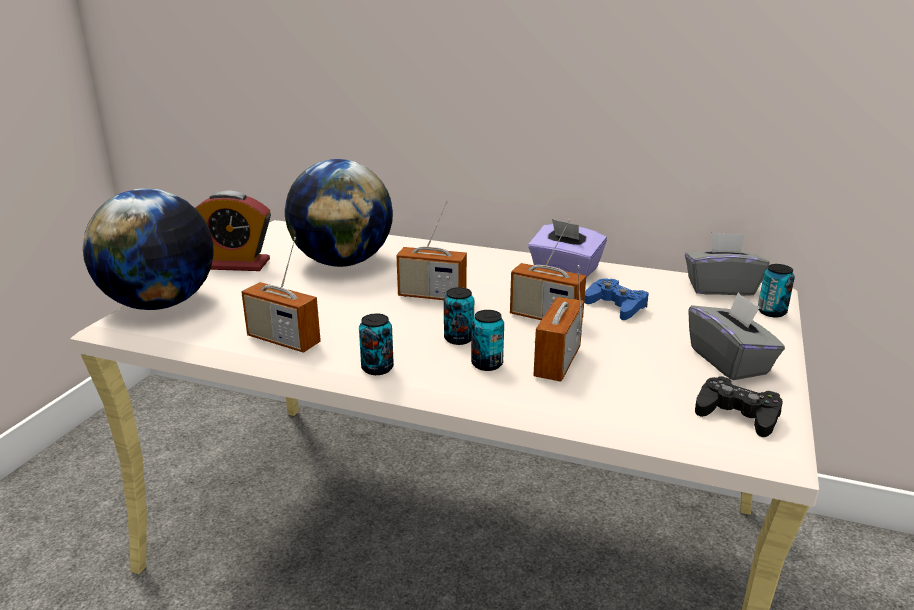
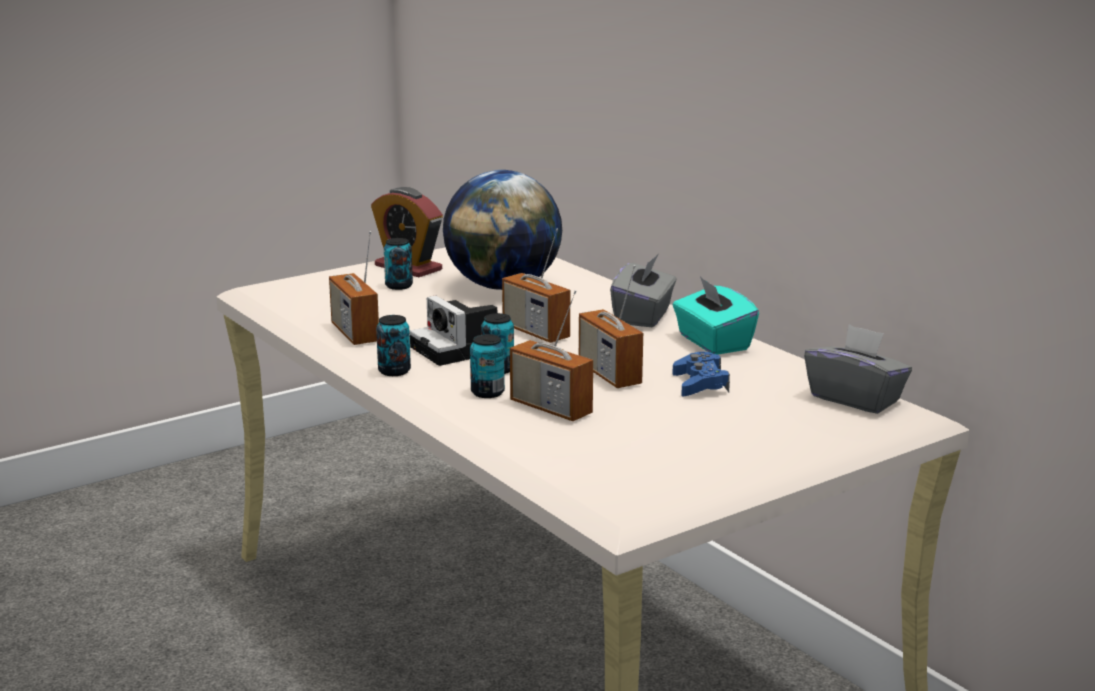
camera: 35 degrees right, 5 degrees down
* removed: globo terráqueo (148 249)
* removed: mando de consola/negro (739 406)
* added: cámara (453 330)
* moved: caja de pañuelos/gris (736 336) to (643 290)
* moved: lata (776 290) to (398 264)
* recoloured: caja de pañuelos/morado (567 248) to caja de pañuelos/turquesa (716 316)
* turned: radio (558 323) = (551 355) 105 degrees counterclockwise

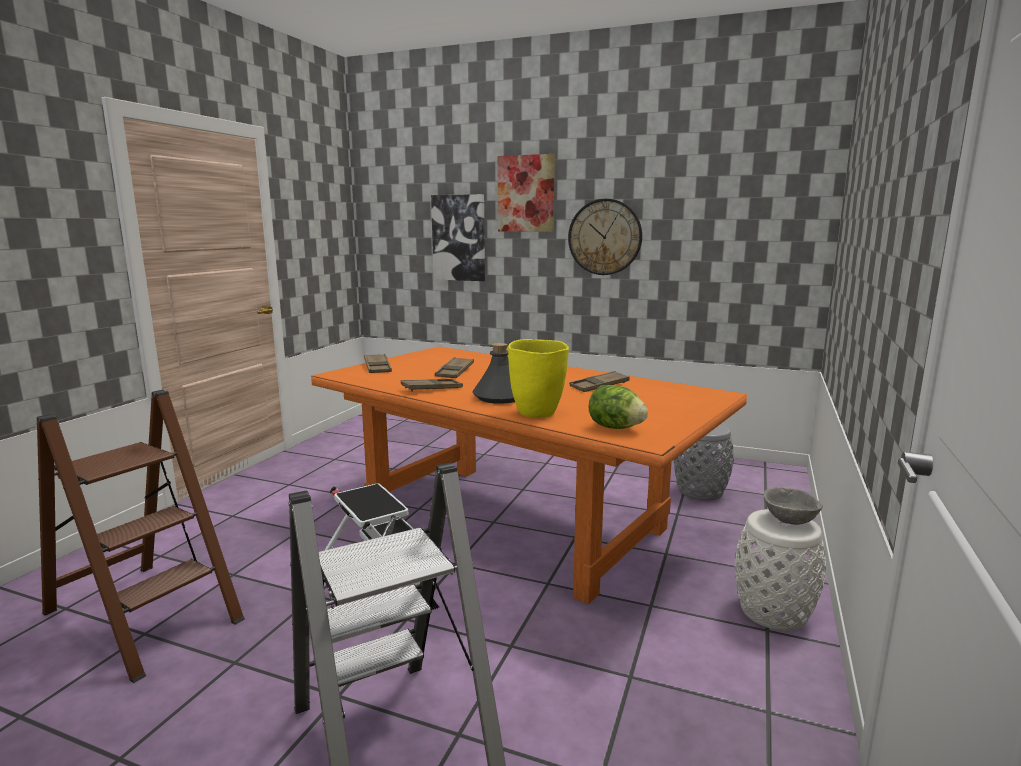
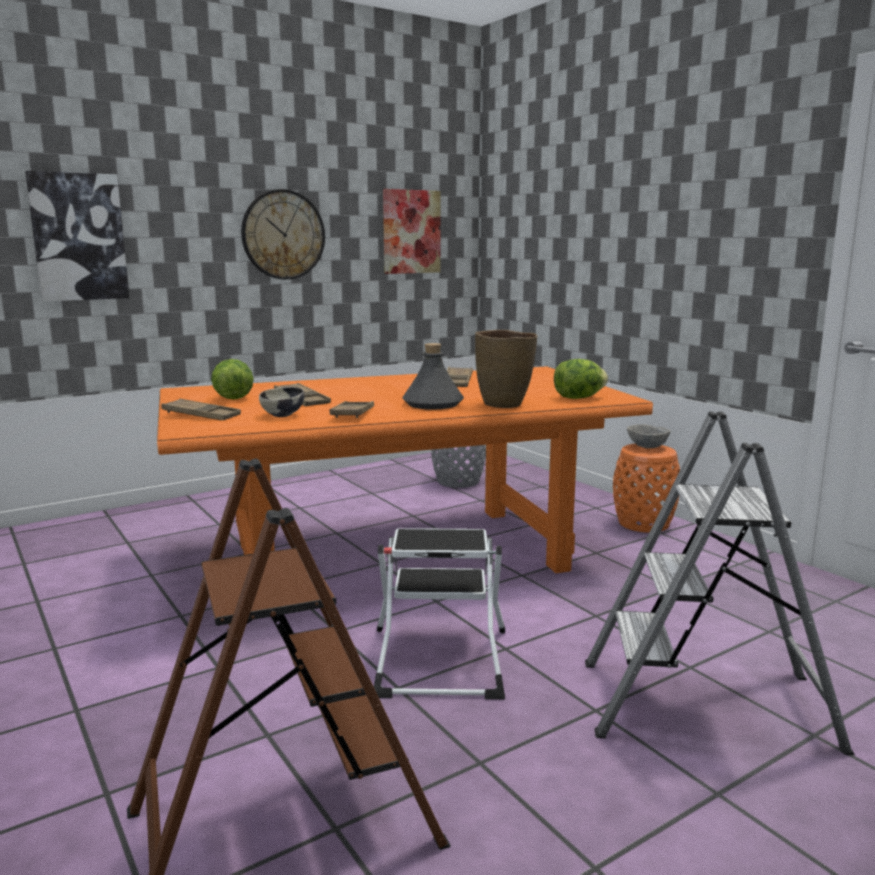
camera: 55 degrees left, 0 degrees up
* added: lechuga (232 379)
* added: cuenco (282 402)
* moved: cuadro (526 193) to (411 231)
* recoloured: florero/amarillo (538 378) to florero/marrón (506 369)
* recoloured: taburete/blanco (780 570) to taburete/naranja (646 488)

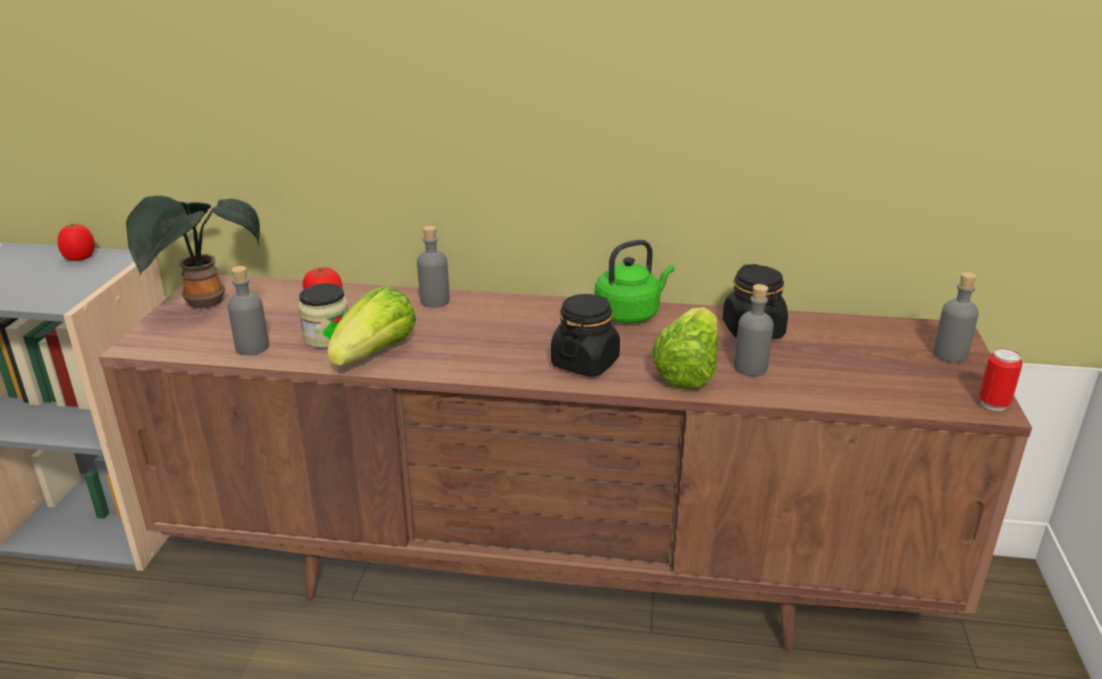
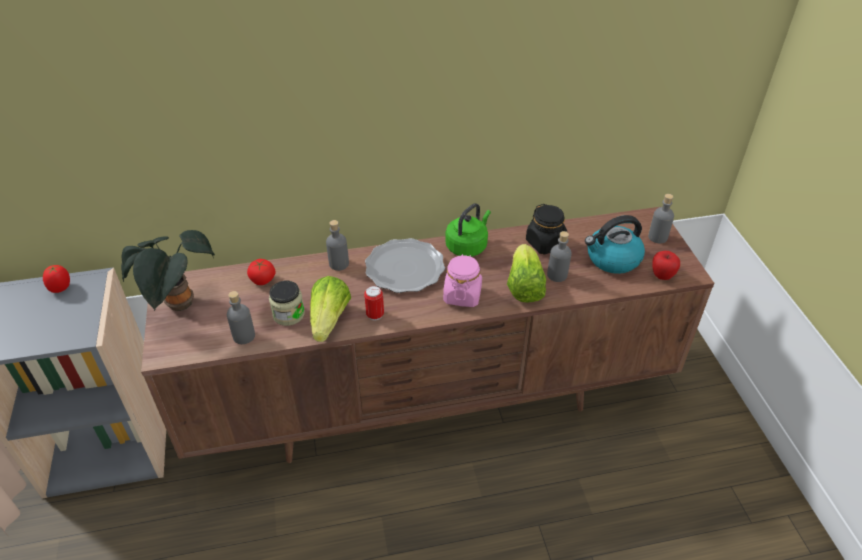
camera: 20 degrees left, 15 degrees up
* added: plato (405 265)
* added: hervidor (615 244)
* added: manzana (666 265)
* moved: lata (1001 379) to (374 303)
* recoloured: tarro/negro (585 335) to tarro/rosa (462 280)

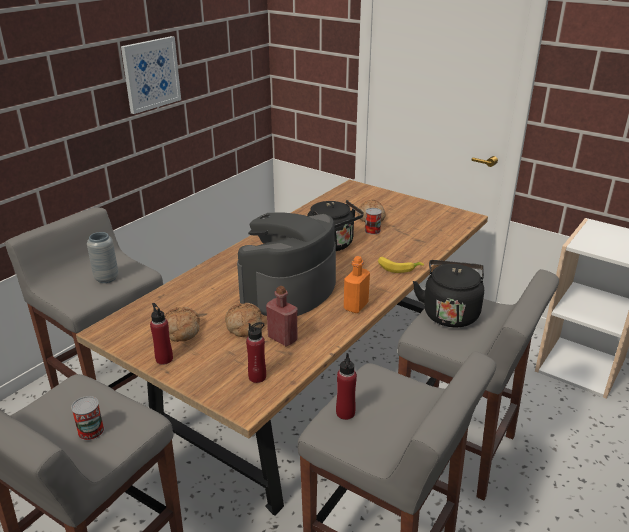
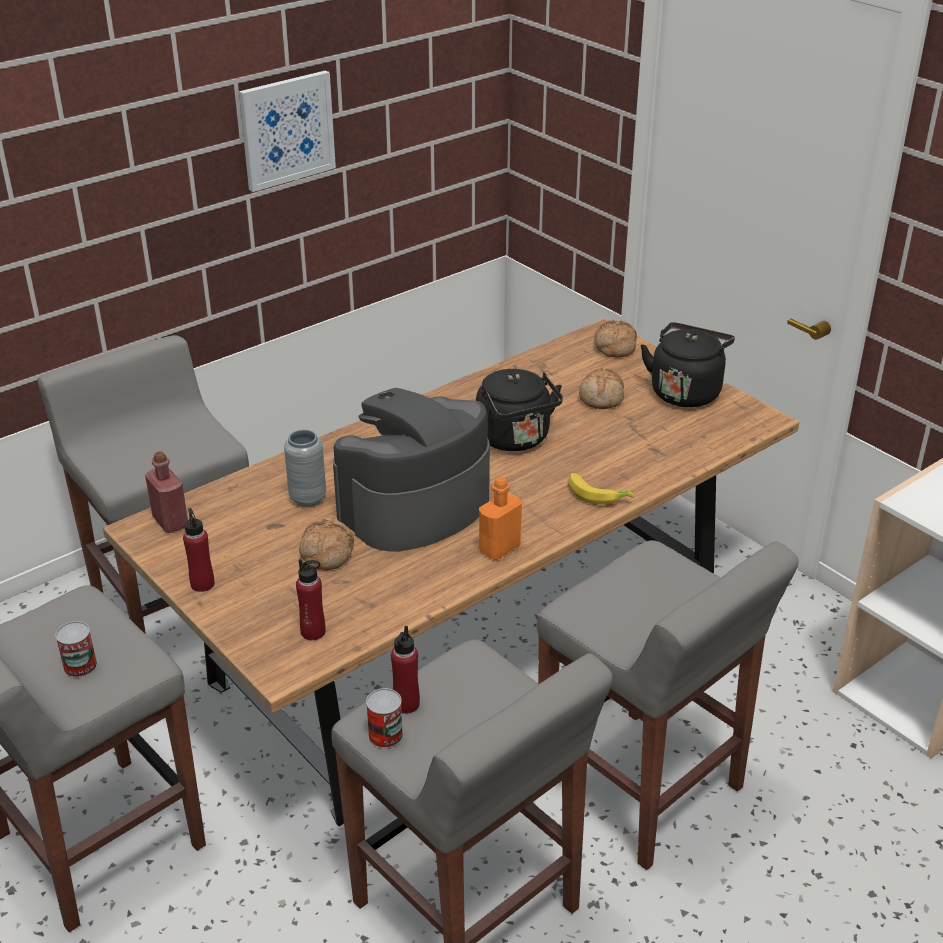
camera: 15 degrees right, 5 degrees up
* moved: florero/gris (103 257) to (305 468)
* moved: pan (182 324) to (616 339)
* moved: botella/rojo (282 316) to (166 492)
* moved: lata (373 221) to (384 718)
* moved: hervidor/negro (448 294) to (688 364)

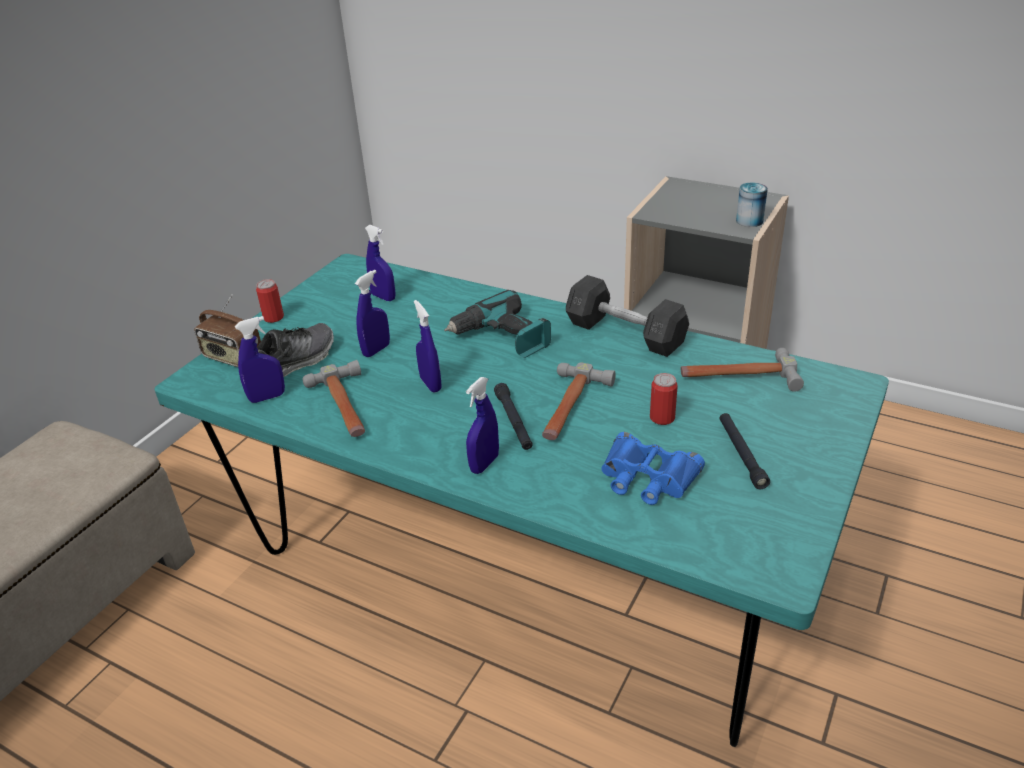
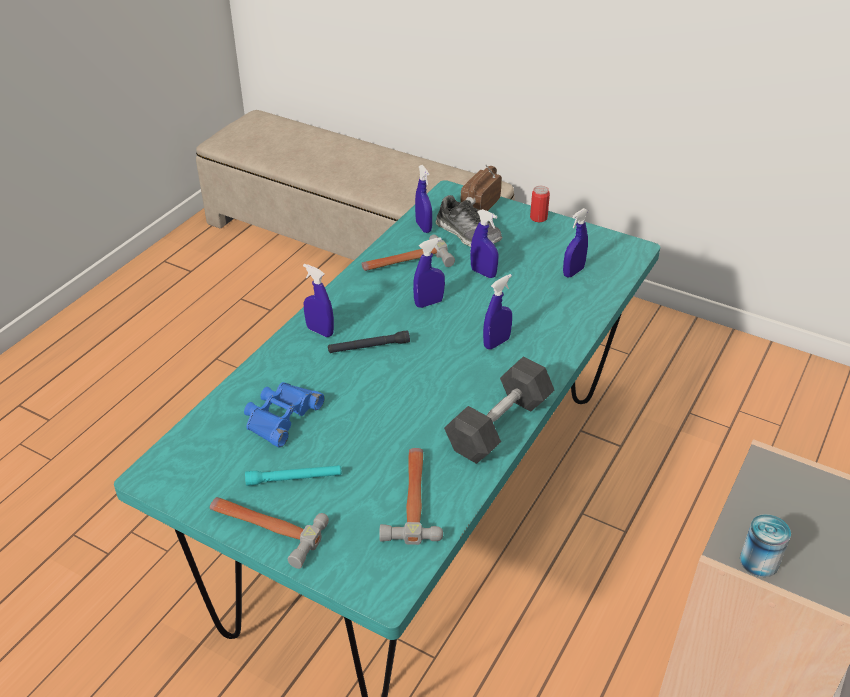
camera: 90 degrees right, 5 degrees up
* removed: lata (664 399)
* moved: martillo (578 401) to (269 533)
* replaced: taladro (497 324) to pulverizador/azul (497 311)
* recoloured: linterna/negro (744 451) to linterna/turquesa (293 475)

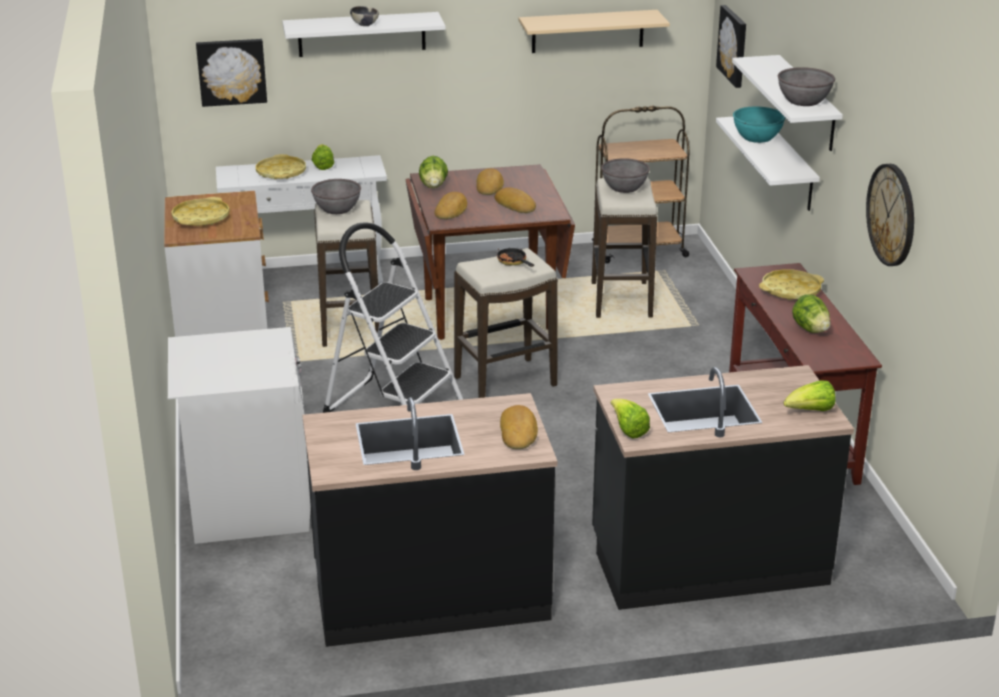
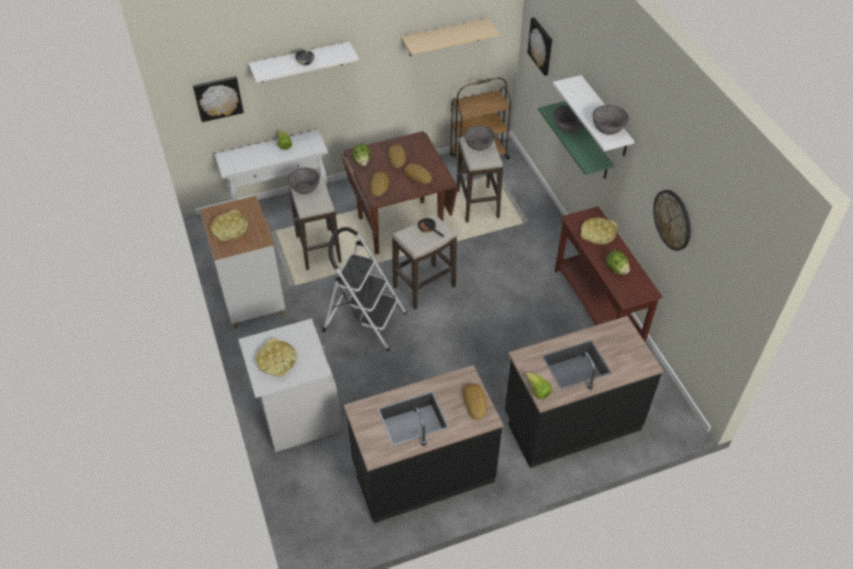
camera: 10 degrees left, 20 degrees up
* removed: lechuga (809 396)
* moved: bandeja/amarillo (281 166) to (276 357)
* recoloured: estante/blanco (768 164) to estante/verde (576 140)
* recoloured: cuenco/turquesa (759 124) to cuenco/gris (568 119)

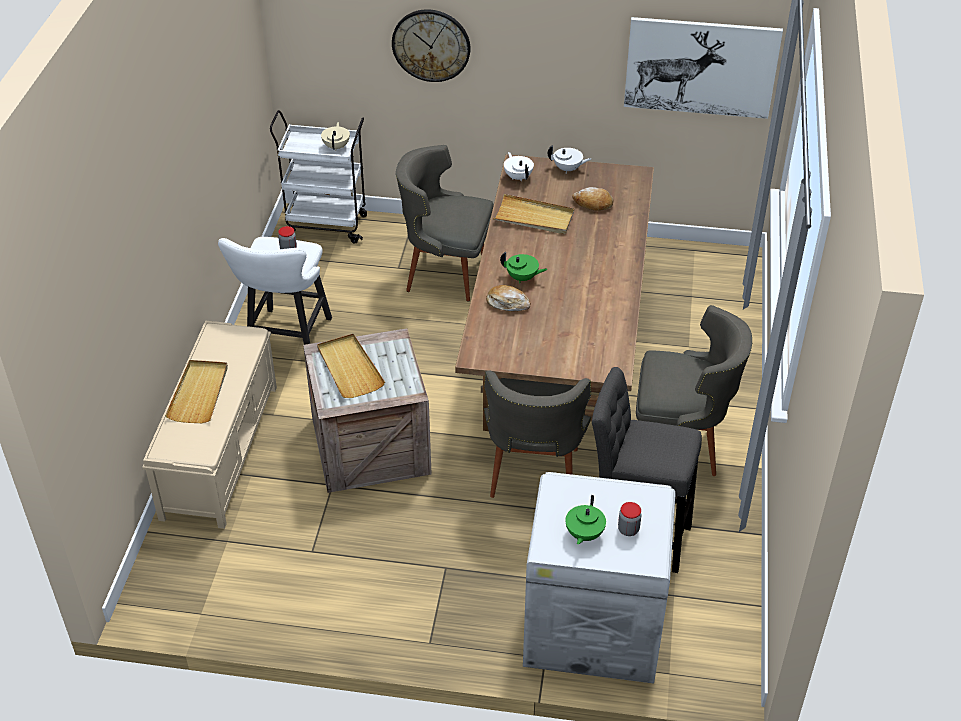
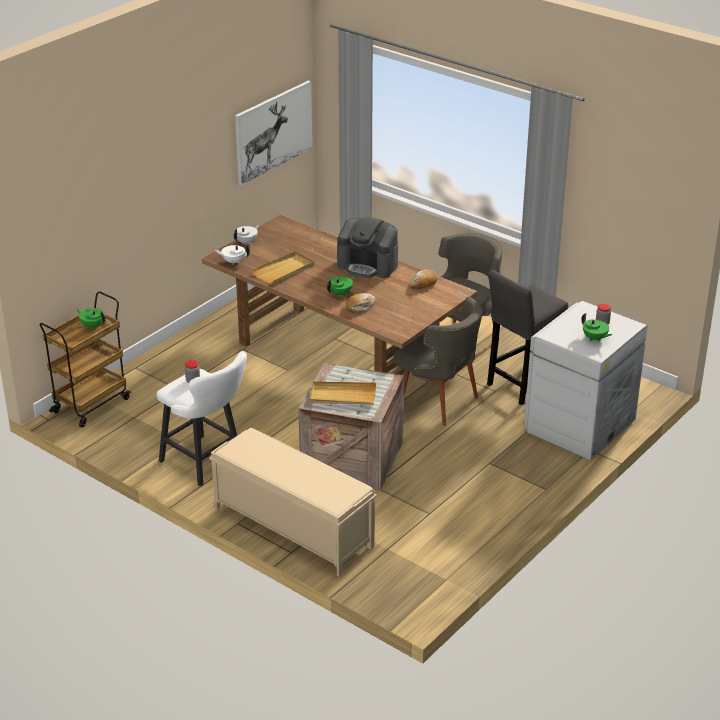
camera: 60 degrees left, 10 degrees down
* removed: bandeja/beis (196 391)
* removed: reloj de pared (431 45)
* removed: silla/gris (445 223)
* added: cafetera (367 247)
* moved: pan (593 199) to (423 279)
* recoloured: carrito/blanco (318 176) to carrito/marrón (86 359)
* recoloured: tetera/beis (335 136) to tetera/verde (90 318)

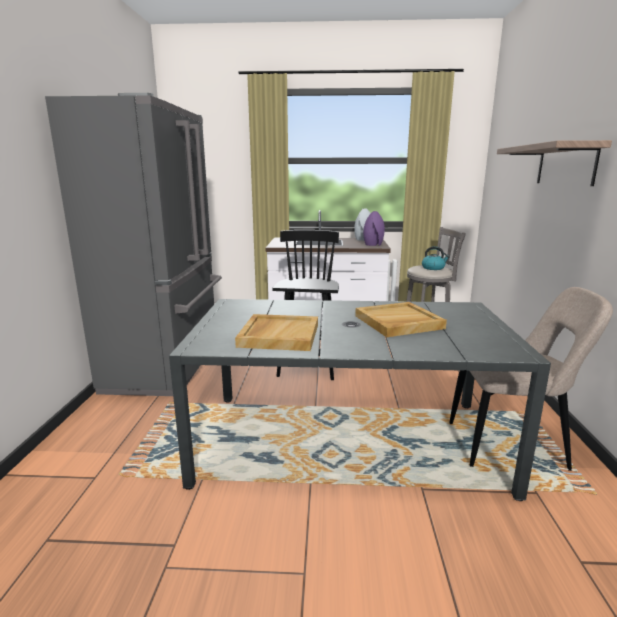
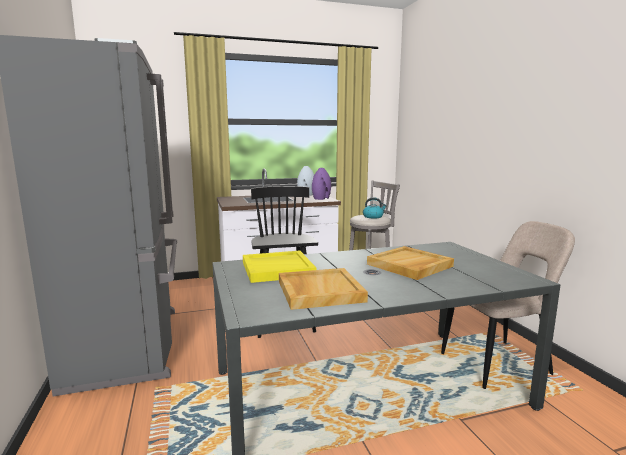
camera: 20 degrees left, 5 degrees down
* removed: estante (554 163)
* added: bandeja/amarillo (279 267)

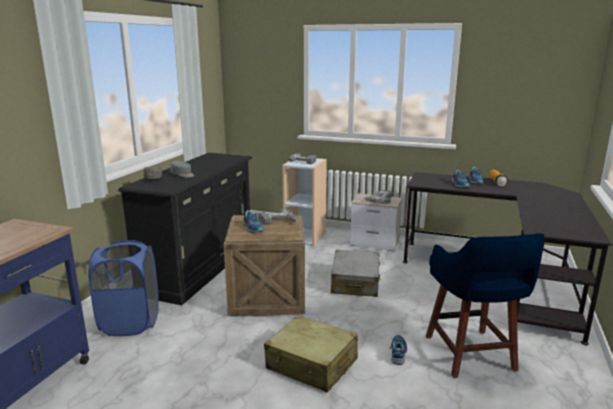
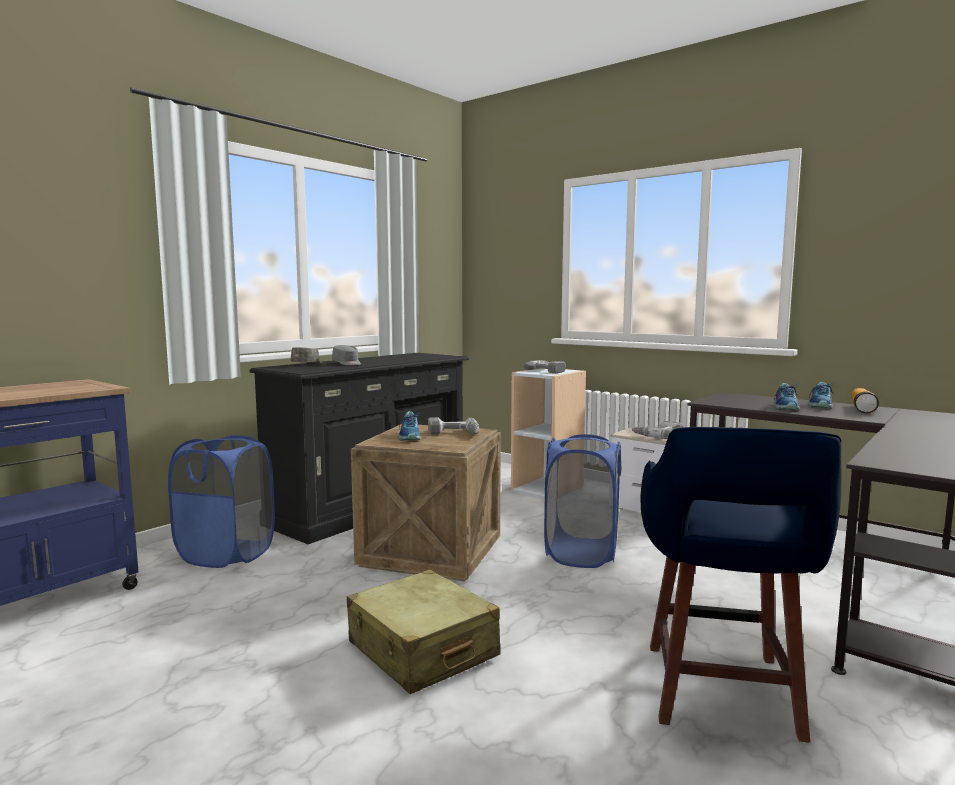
camera: 20 degrees right, 10 degrees down
* removed: zapato (398 350)
* replaced: maleta/gris (356 273) to cesto de la ropa/azul (582 501)

